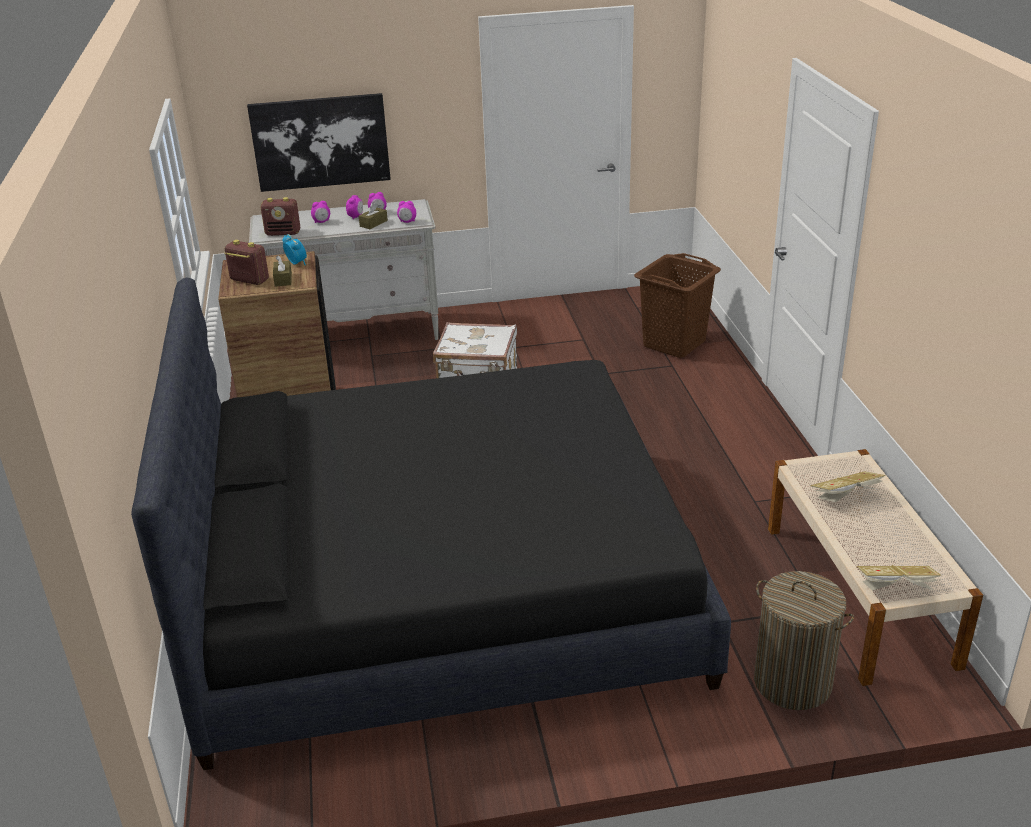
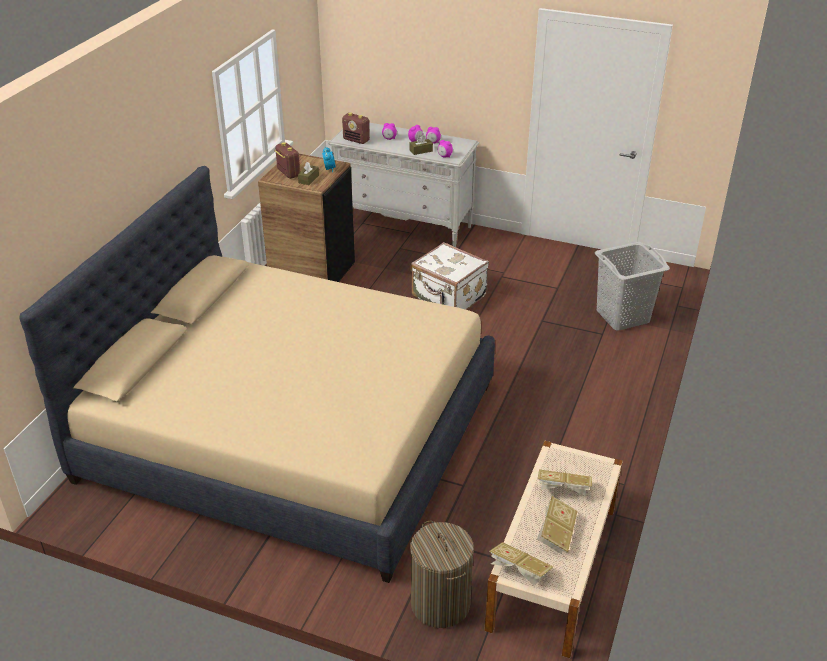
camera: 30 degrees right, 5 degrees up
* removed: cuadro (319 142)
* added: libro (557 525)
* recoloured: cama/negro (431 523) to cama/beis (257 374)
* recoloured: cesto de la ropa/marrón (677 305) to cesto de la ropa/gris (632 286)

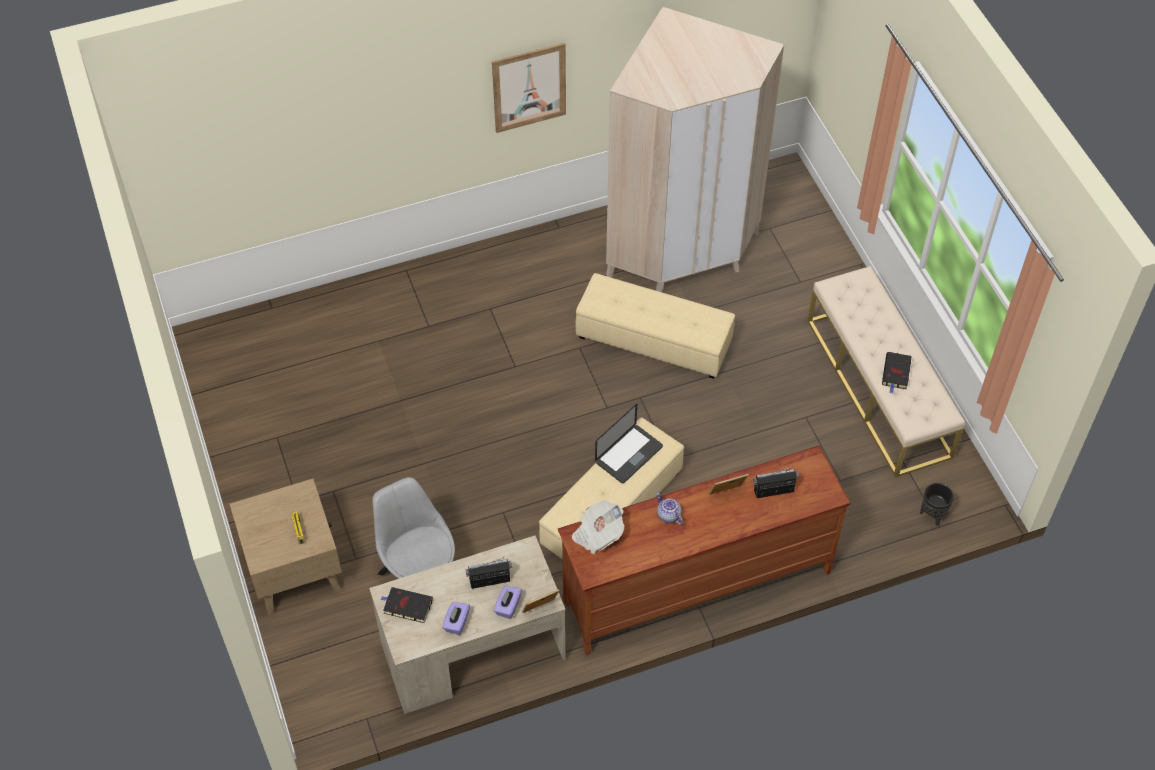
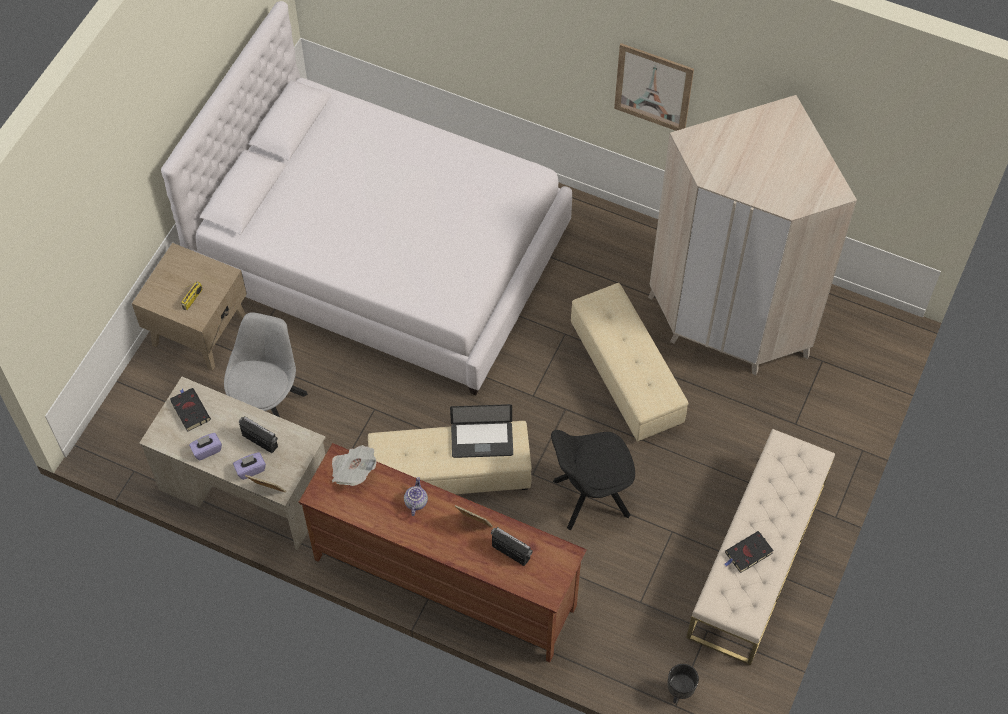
camera: 45 degrees right, 5 degrees up
* added: cama/blanco (366 198)
* added: silla/negro (593 480)

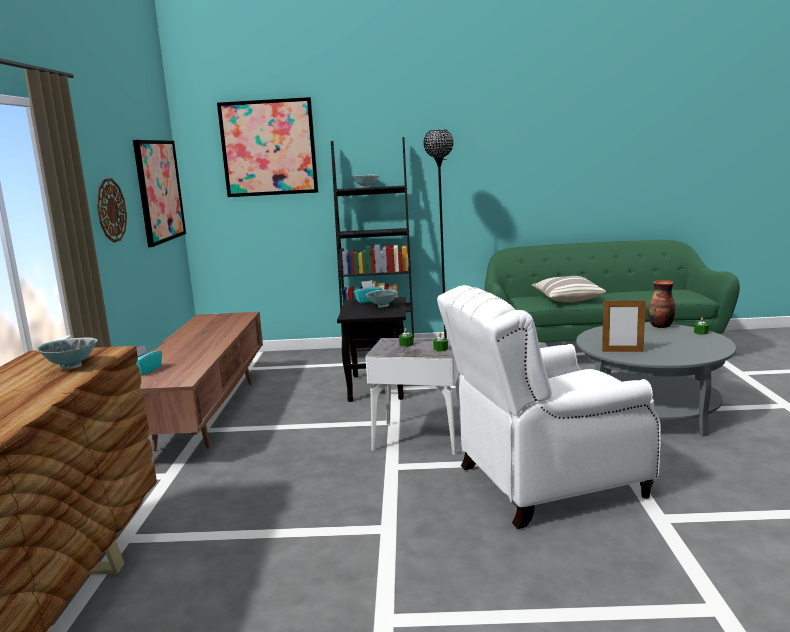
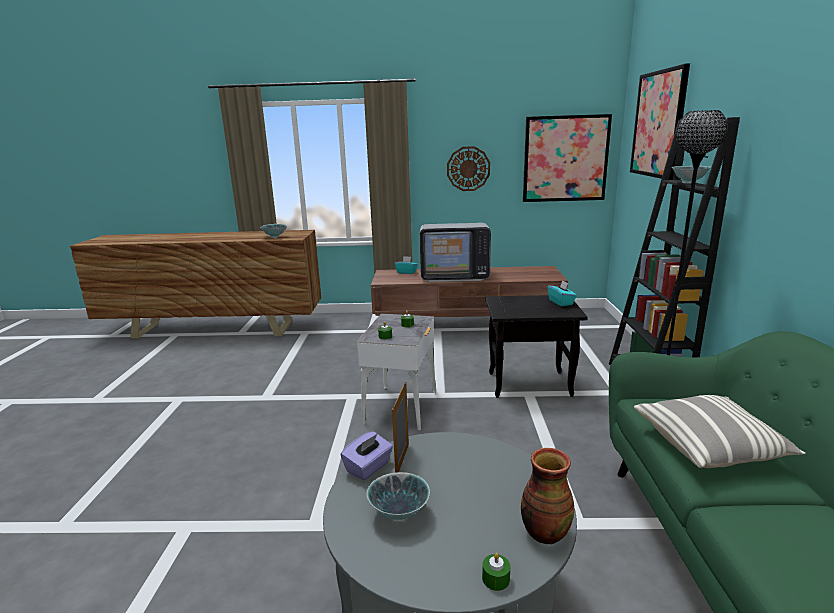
camera: 90 degrees right, 5 degrees up
* removed: sillón/blanco (549 407)
* added: caja de pañuelos/morado (366 455)
* added: televisor (455 252)
* moved: cuenco (382 299) to (398 497)

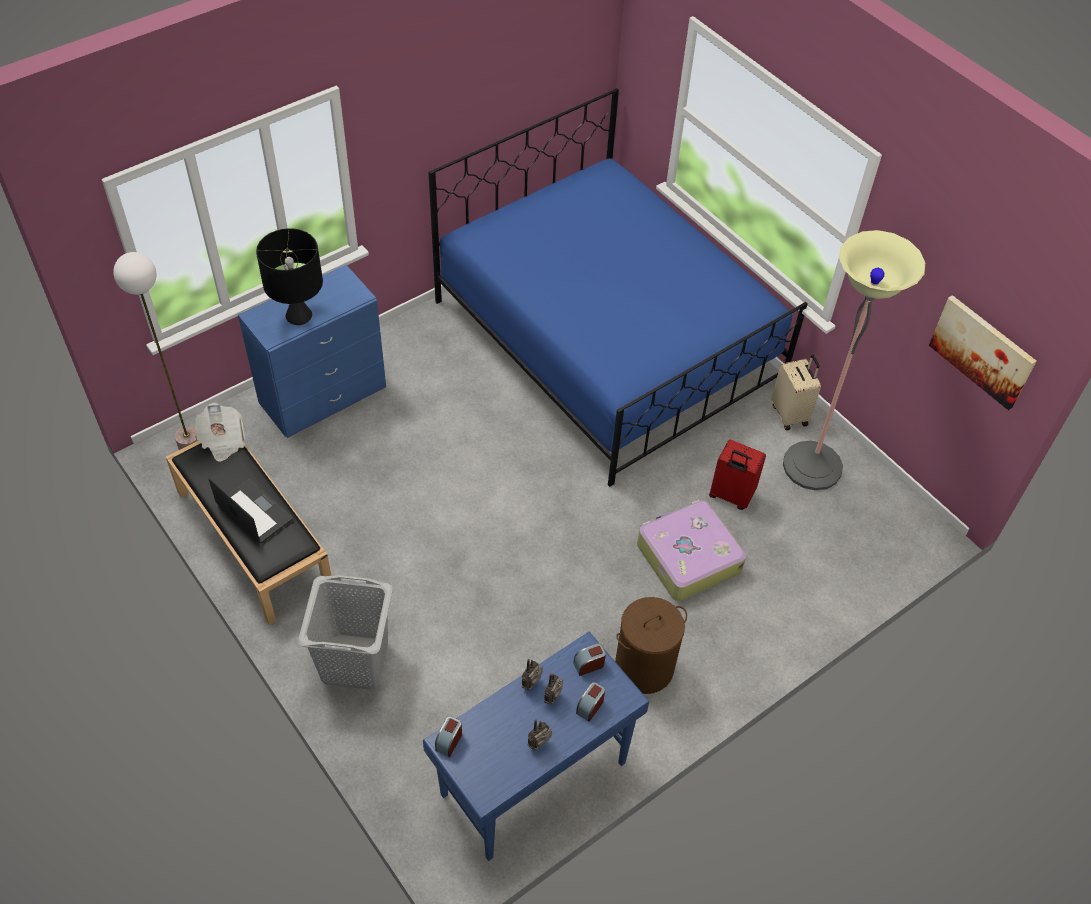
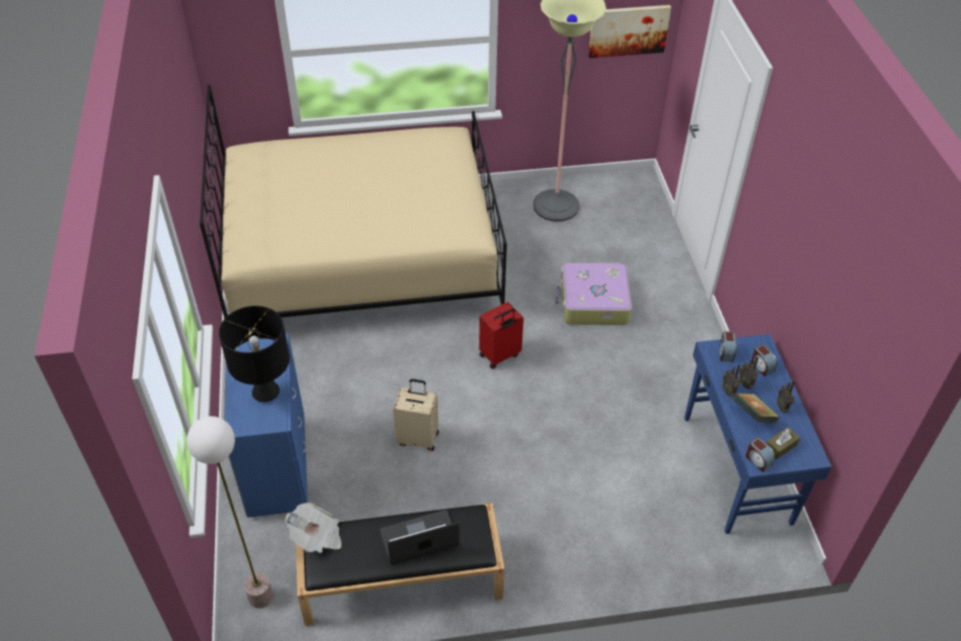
camera: 60 degrees left, 5 degrees down
* removed: cesto de la ropa/gris (345 632)
* removed: cesto de la ropa/marrón (651 645)
* added: libro (756 408)
* added: caja de pañuelos/marrón (783 443)
* moved: maleta/rojo (737 475) to (501 335)
* moved: maleta/beis (796 392) to (416 415)
* recoloured: cama/azul (618 287) to cama/beis (353 202)

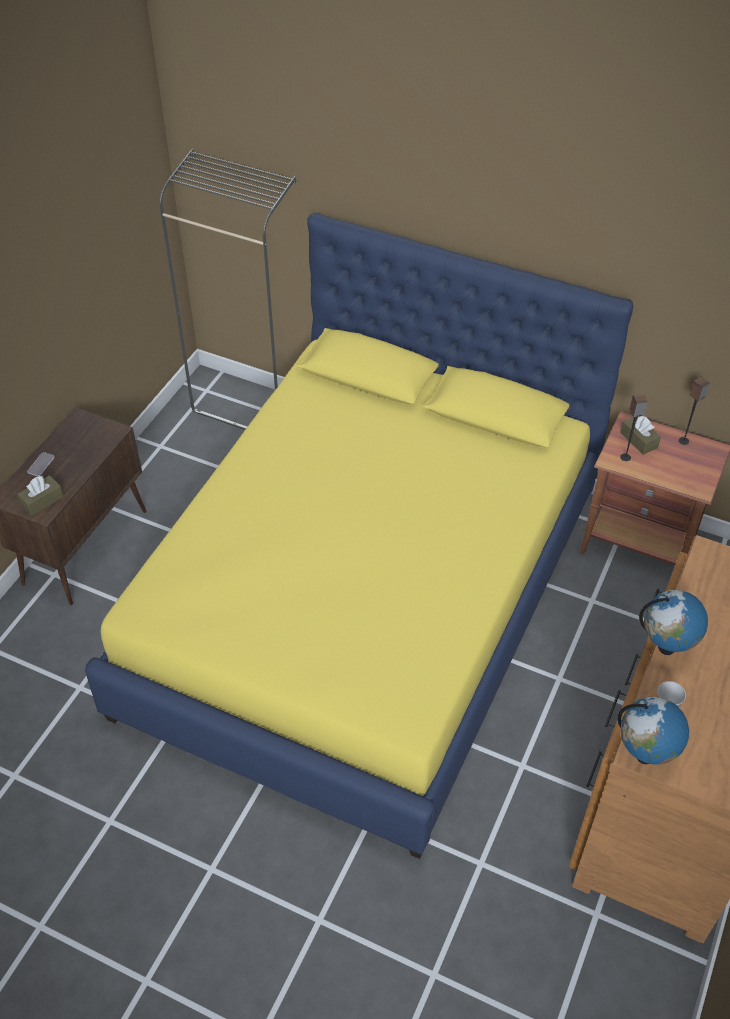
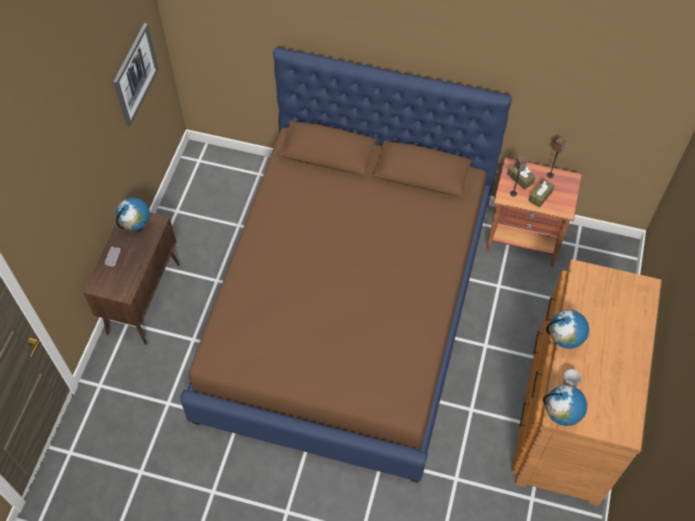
camera: 10 degrees left, 10 degrees up
* removed: perchero/gris (227 289)
* added: cuadro (135 75)
* added: globo terráqueo (133 214)
* moved: caja de pañuelos/marrón (40 495) to (541 193)
* recoloured: cama/amarillo (359 536) to cama/marrón (346 265)

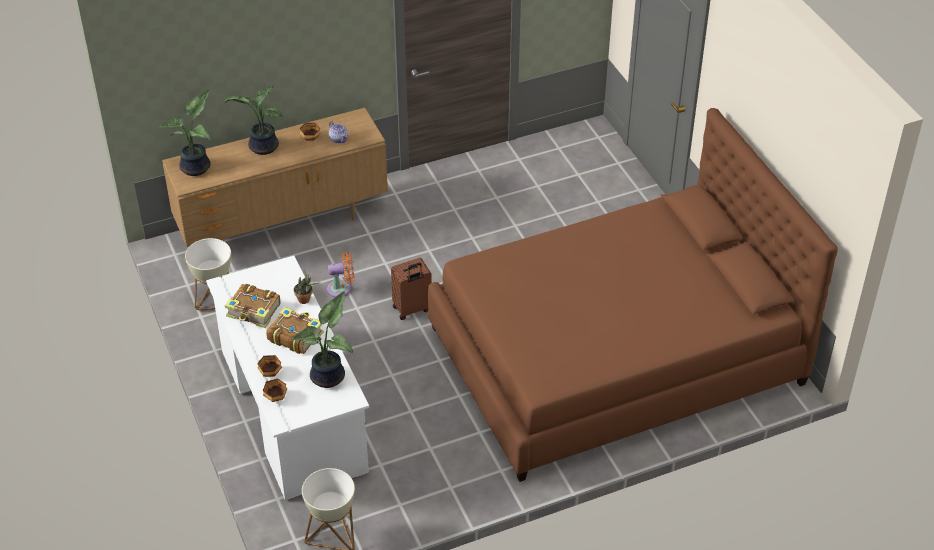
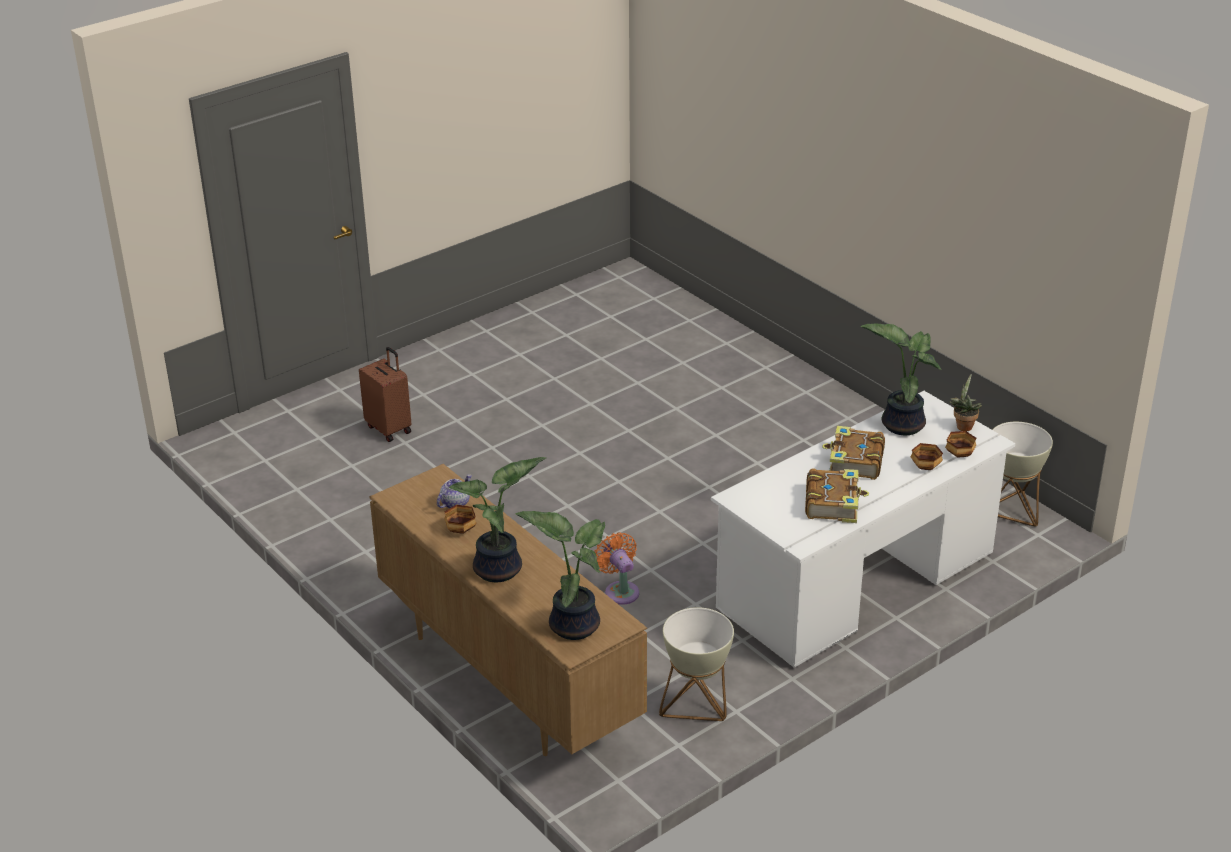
camera: 105 degrees left, 10 degrees down
* removed: cama/marrón (633 295)
* moved: planta en maceta (307 287) to (965 402)
* moved: maleta/marrón (411 289) to (385 394)

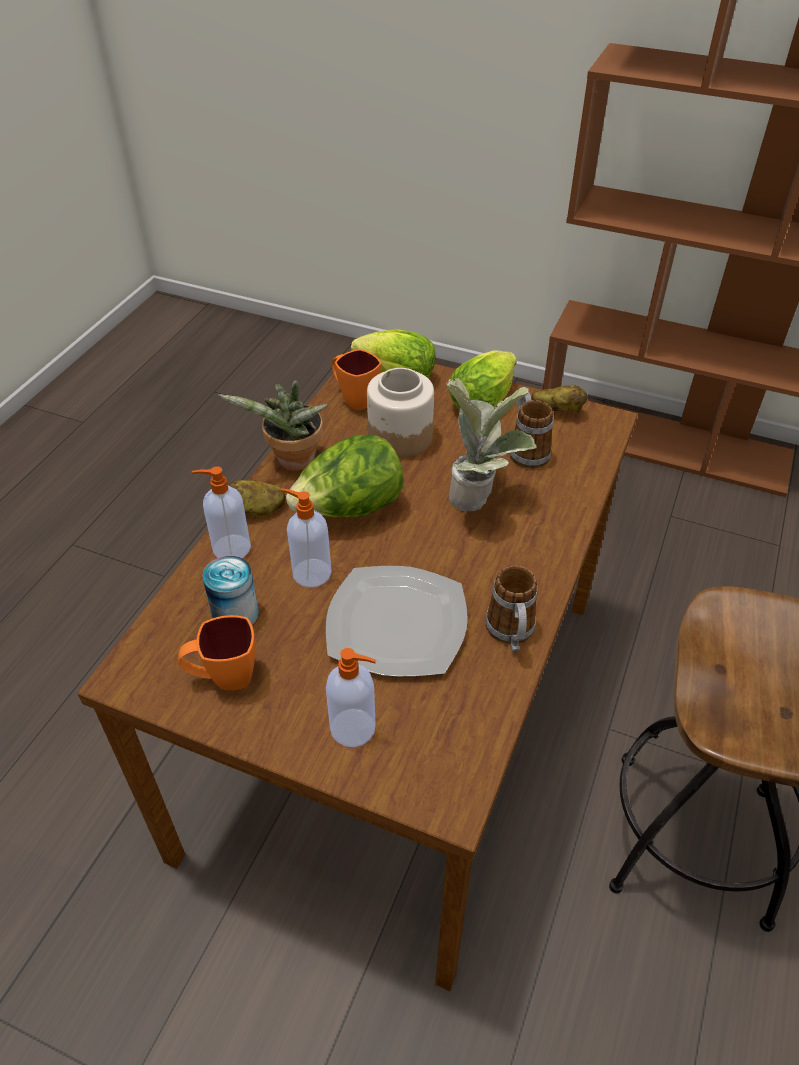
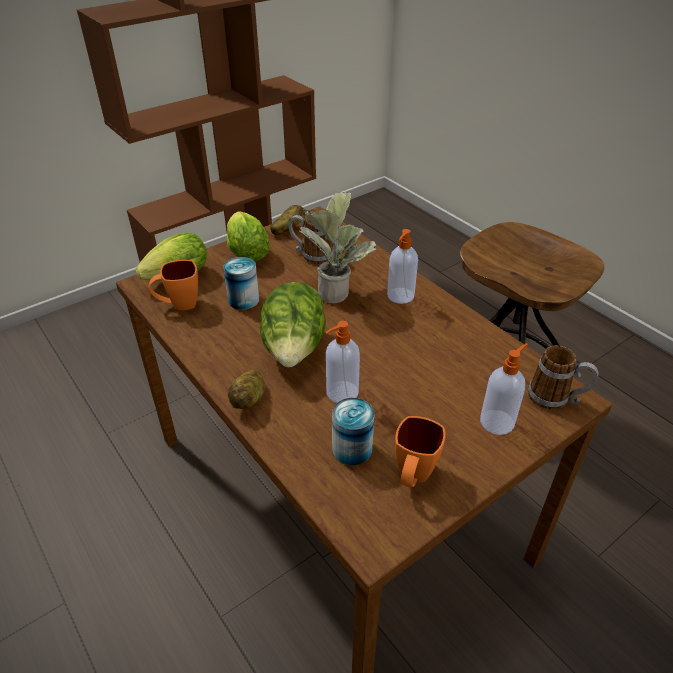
camera: 60 degrees left, 5 degrees down
* removed: planta en maceta (273 425)
* removed: plato (397 621)
* moved: dispensador de jabón (221 512) to (402 266)
* moved: taza grande (511 608) to (563 377)
* replaced: tarro (400 413) to lata (241 283)

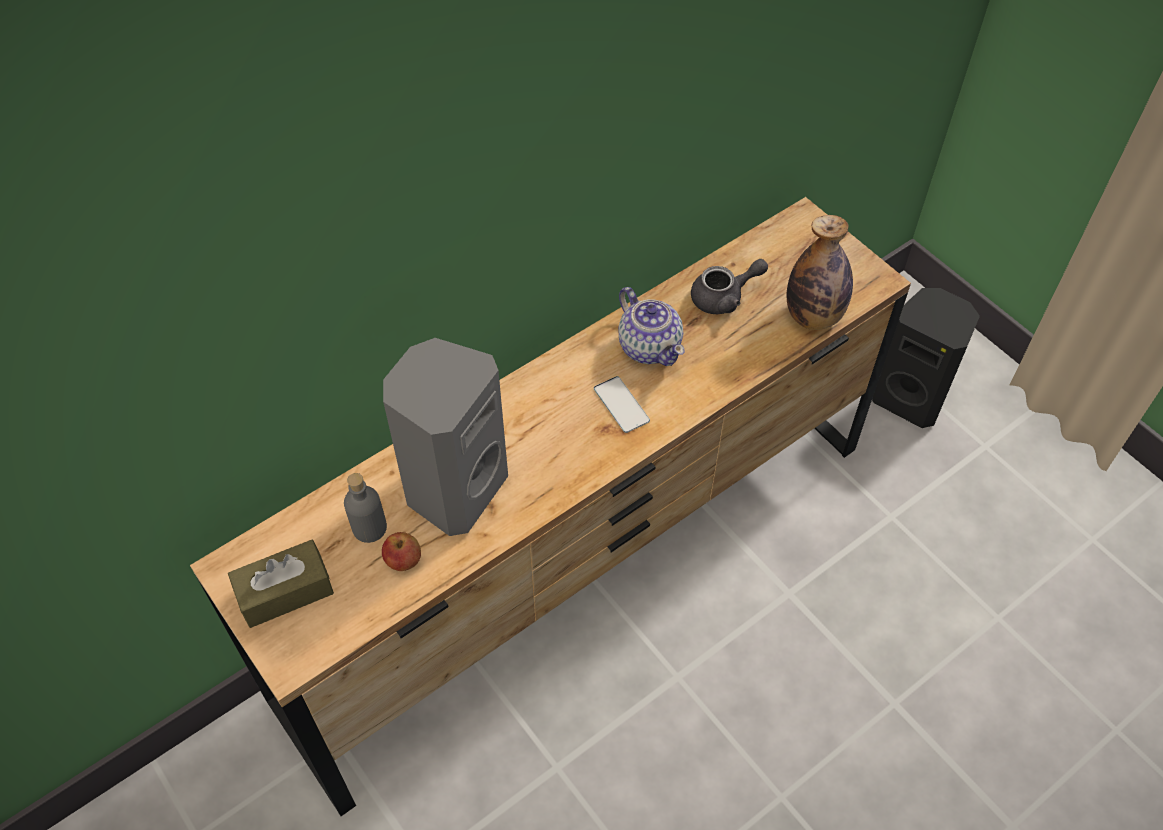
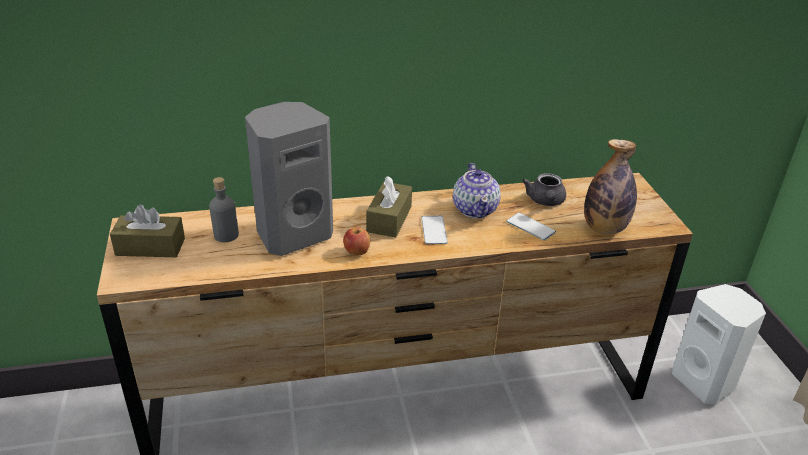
camera: 25 degrees right, 20 degrees down
* added: caja de pañuelos/marrón (389 207)
* added: móvil (531 226)
* moved: manzana (401 551) to (356 241)
* recoloured: altavoz/negro (926 358) to altavoz/blanco (719 344)
* turned: tetera/gris (729 286) = (544 189) 90 degrees clockwise

